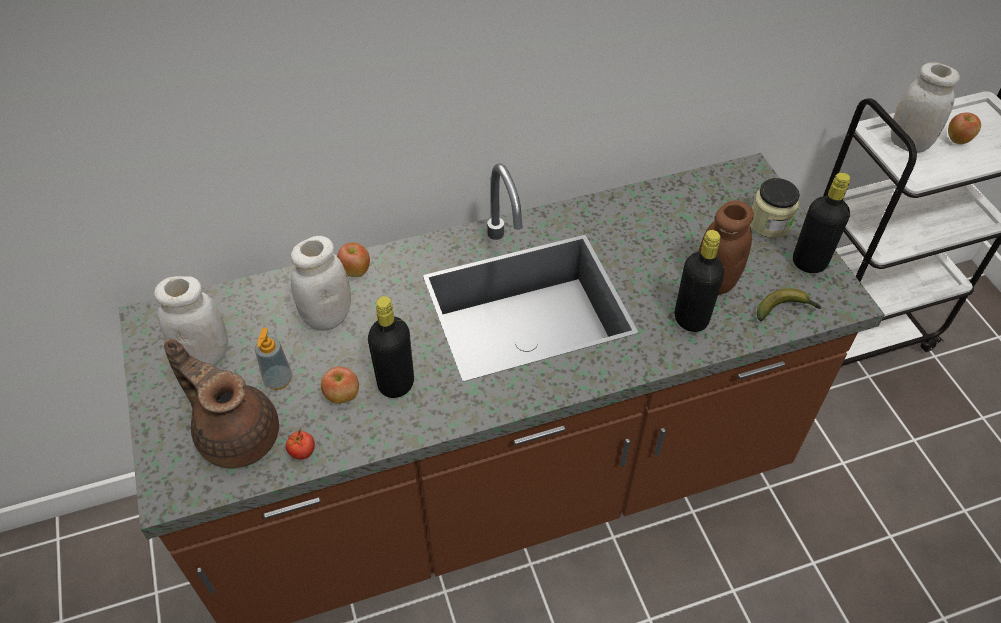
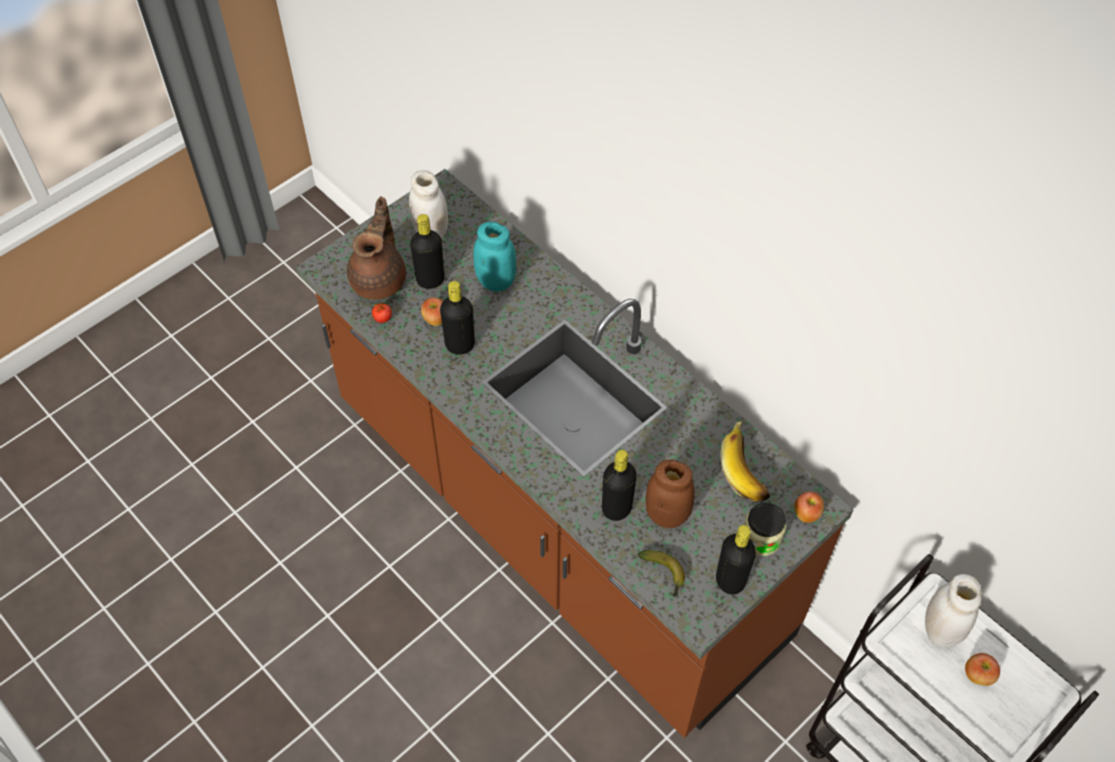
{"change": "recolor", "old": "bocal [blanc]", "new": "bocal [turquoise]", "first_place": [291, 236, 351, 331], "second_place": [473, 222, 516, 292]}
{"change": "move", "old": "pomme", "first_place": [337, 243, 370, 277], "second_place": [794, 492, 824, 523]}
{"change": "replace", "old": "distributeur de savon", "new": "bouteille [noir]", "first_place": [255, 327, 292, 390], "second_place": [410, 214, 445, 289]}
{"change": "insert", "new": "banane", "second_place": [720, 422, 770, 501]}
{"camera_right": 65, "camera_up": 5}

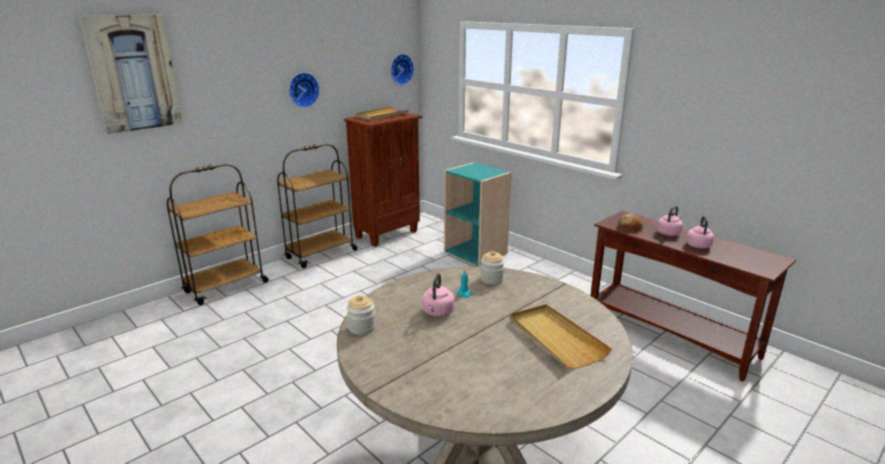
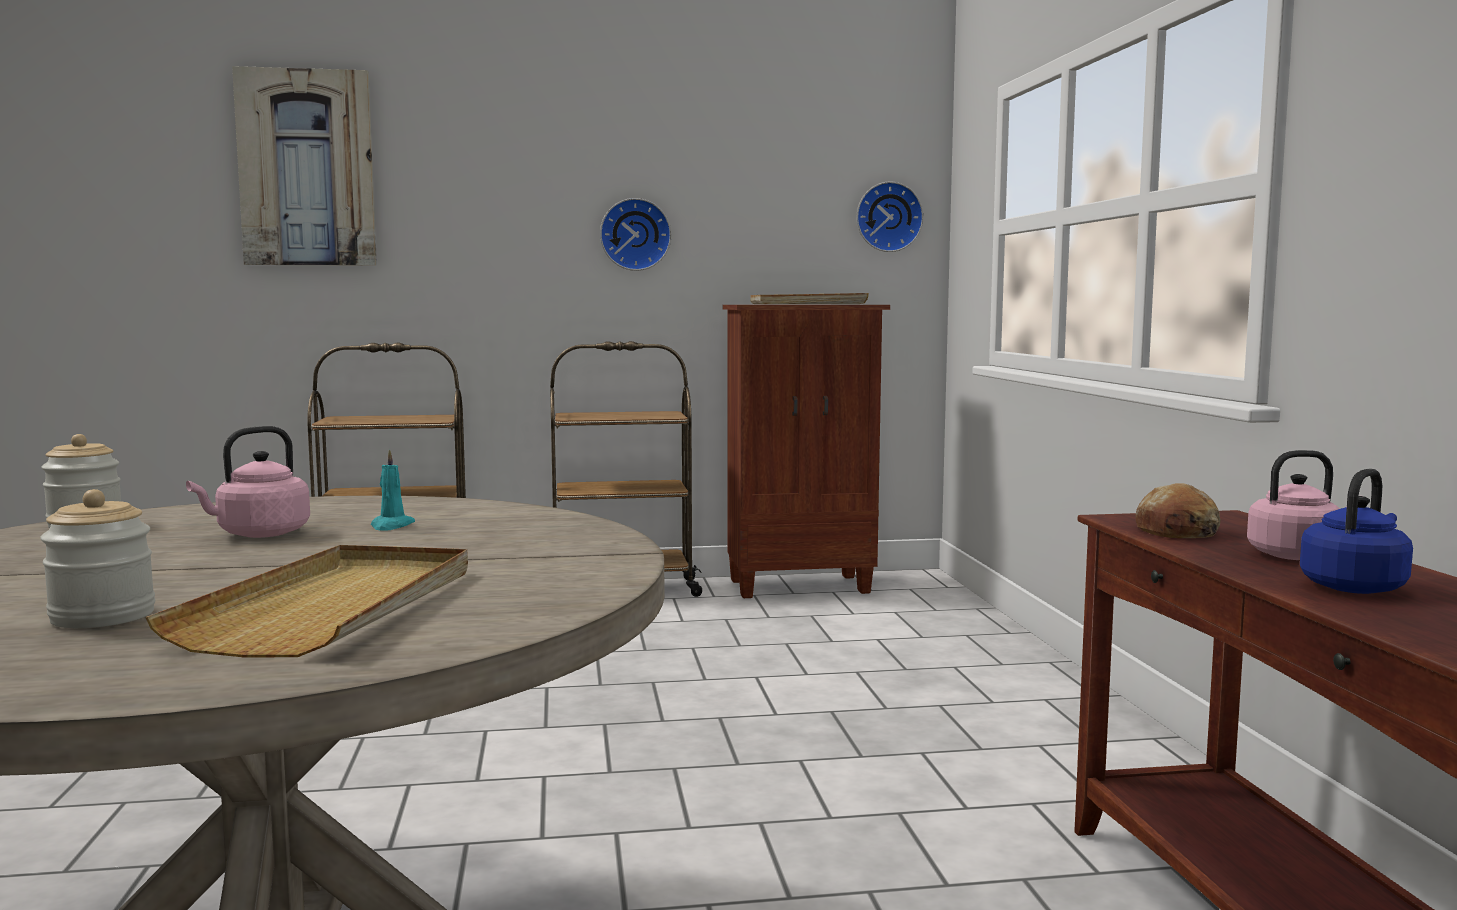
{"change": "delete", "old": "bibliothèque [turquoise]", "first_place": [444, 162, 512, 266]}
{"change": "recolor", "old": "bouilloire [rose]", "new": "bouilloire [bleu]", "first_place": [686, 216, 714, 249], "second_place": [1300, 469, 1413, 594]}
{"change": "move", "old": "bocal", "first_place": [480, 251, 505, 285], "second_place": [40, 489, 155, 628]}
{"camera_right": 35, "camera_up": -15}

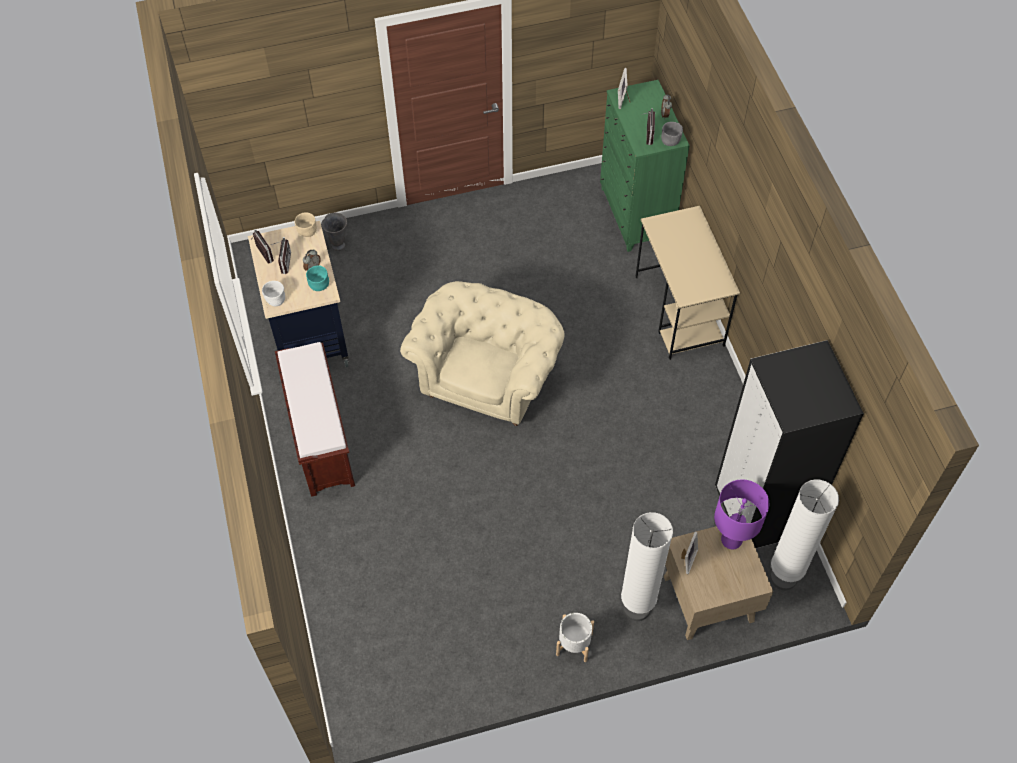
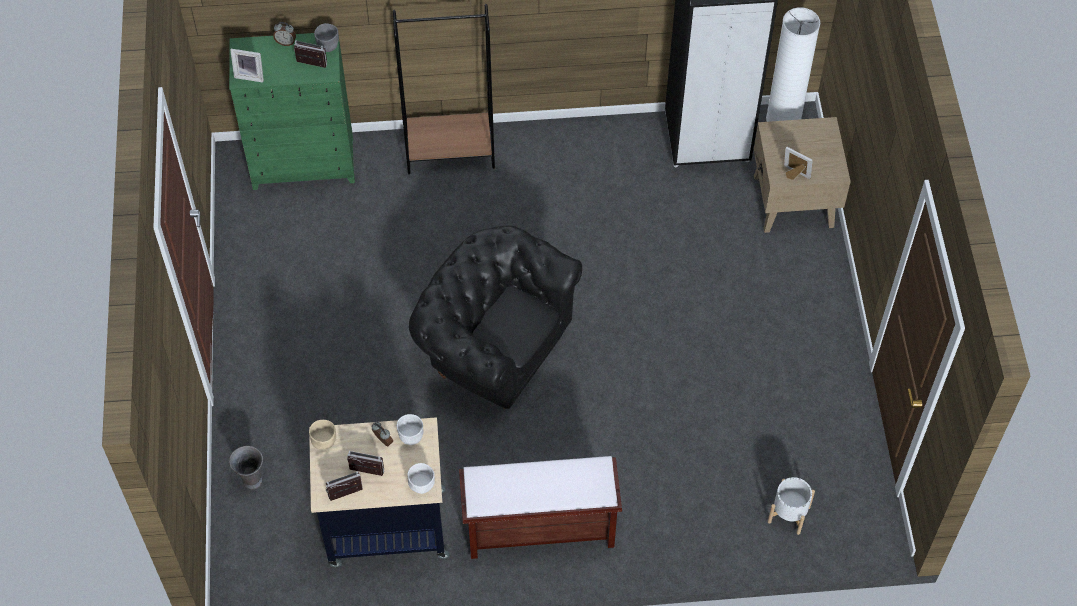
{"change": "replace", "old": "bureau [beige]", "new": "portant", "first_place": [636, 206, 740, 360], "second_place": [393, 4, 495, 175]}
{"change": "recolor", "old": "bol [turquoise]", "new": "bol [blanc]", "first_place": [306, 266, 329, 291], "second_place": [397, 414, 423, 445]}
{"change": "recolor", "old": "fauteuil [beige]", "new": "fauteuil [noir]", "first_place": [400, 281, 564, 426], "second_place": [409, 225, 582, 409]}
{"change": "delete", "old": "lampe de table [violet]", "first_place": [714, 480, 769, 549]}
{"change": "delete", "old": "lampadaire [blanc]", "first_place": [621, 512, 673, 621]}
{"change": "move", "old": "cache-pot [blanc]", "first_place": [556, 613, 594, 662], "second_place": [768, 477, 815, 535]}
{"camera_right": -80, "camera_up": 0}

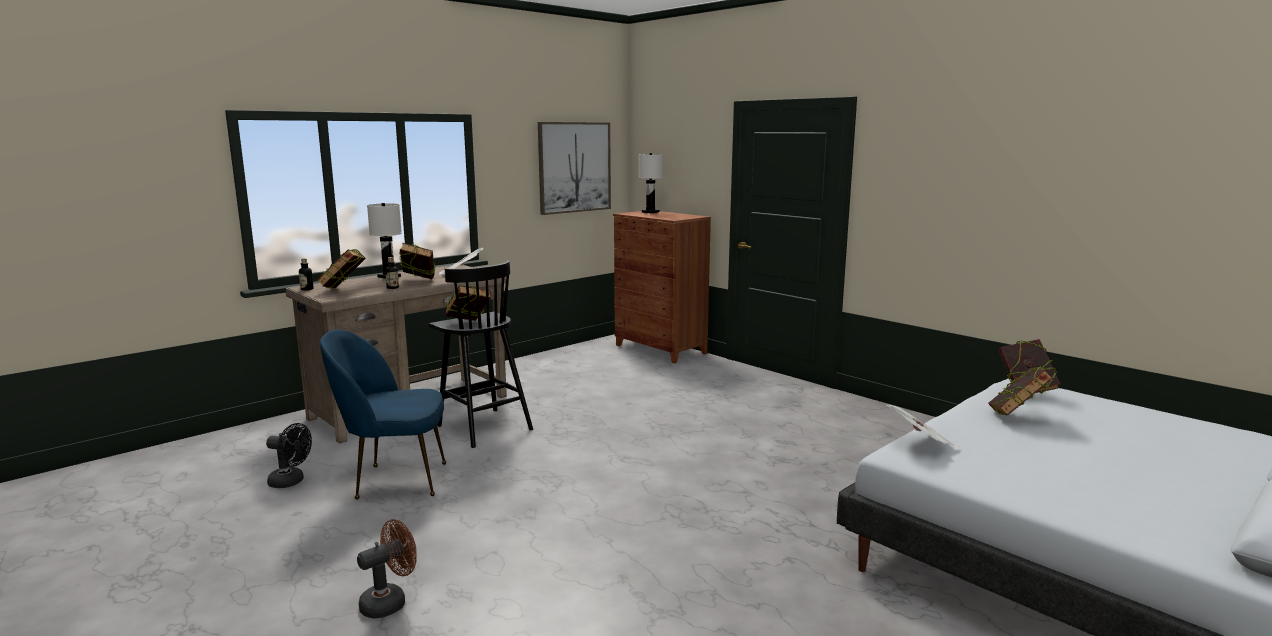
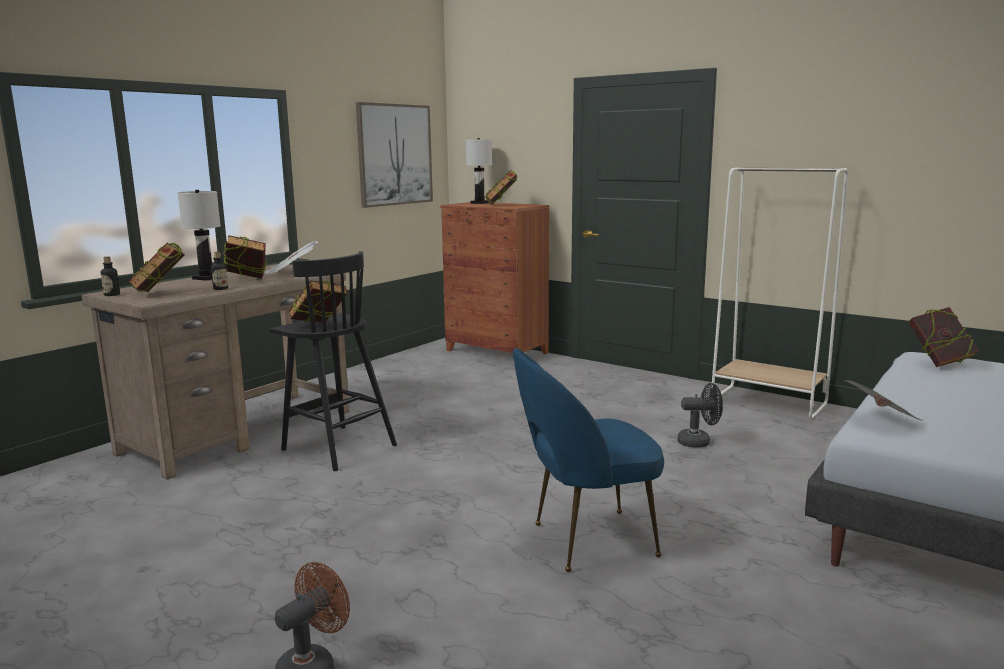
{"change": "move", "old": "chaise [bleu]", "first_place": [320, 330, 446, 499], "second_place": [513, 348, 664, 572]}
{"change": "move", "old": "livre", "first_place": [988, 366, 1053, 416], "second_place": [485, 170, 517, 205]}
{"change": "move", "old": "ventilateur [noir]", "first_place": [266, 423, 312, 488], "second_place": [677, 383, 723, 448]}
{"change": "insert", "new": "portant", "second_place": [711, 167, 848, 419]}
{"camera_right": -10, "camera_up": 0}

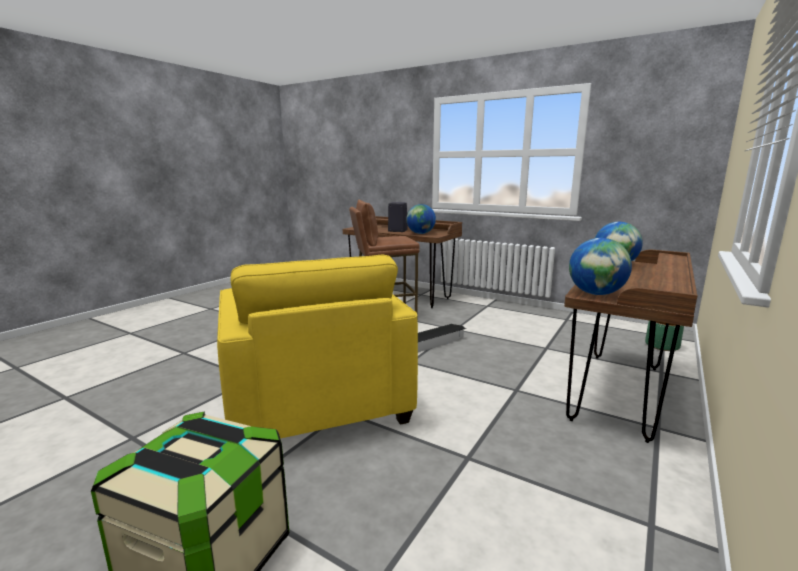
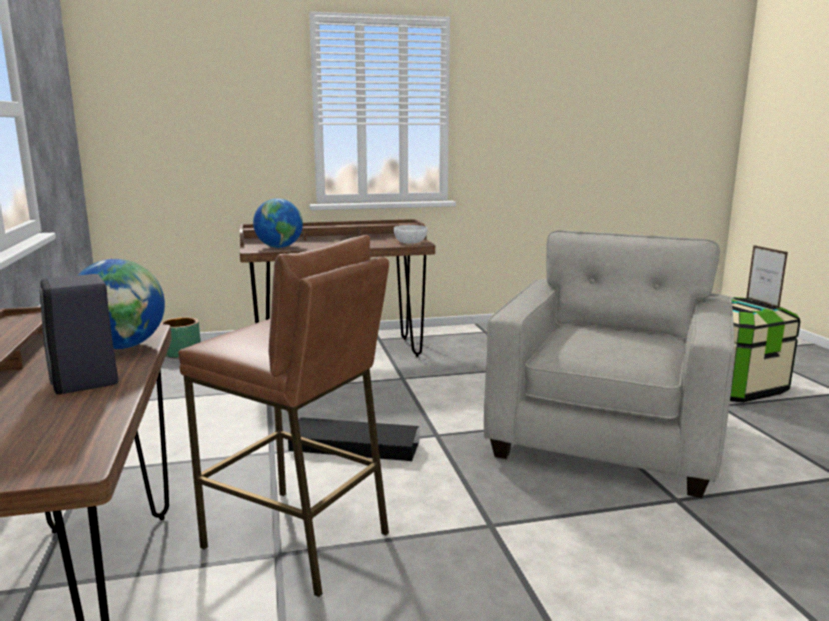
{"change": "replace", "old": "globe", "new": "bol [blanc]", "first_place": [569, 238, 632, 295], "second_place": [394, 225, 427, 244]}
{"change": "recolor", "old": "fauteuil [jaune]", "new": "fauteuil [gris]", "first_place": [217, 255, 418, 439], "second_place": [484, 230, 735, 498]}
{"change": "insert", "new": "cadre photo", "second_place": [746, 245, 788, 309]}
{"camera_right": -135, "camera_up": 0}

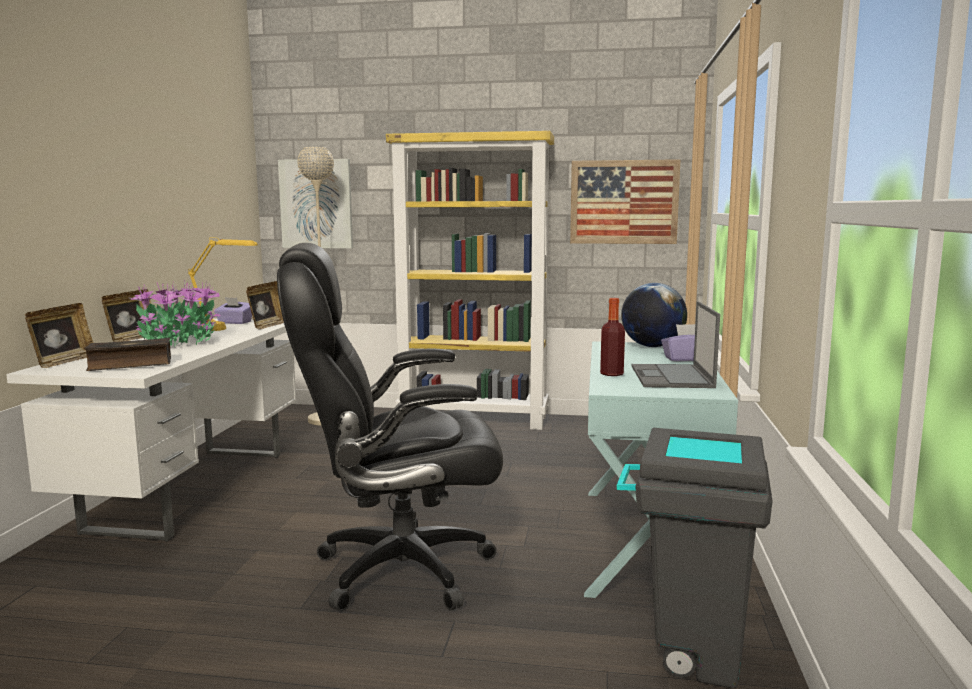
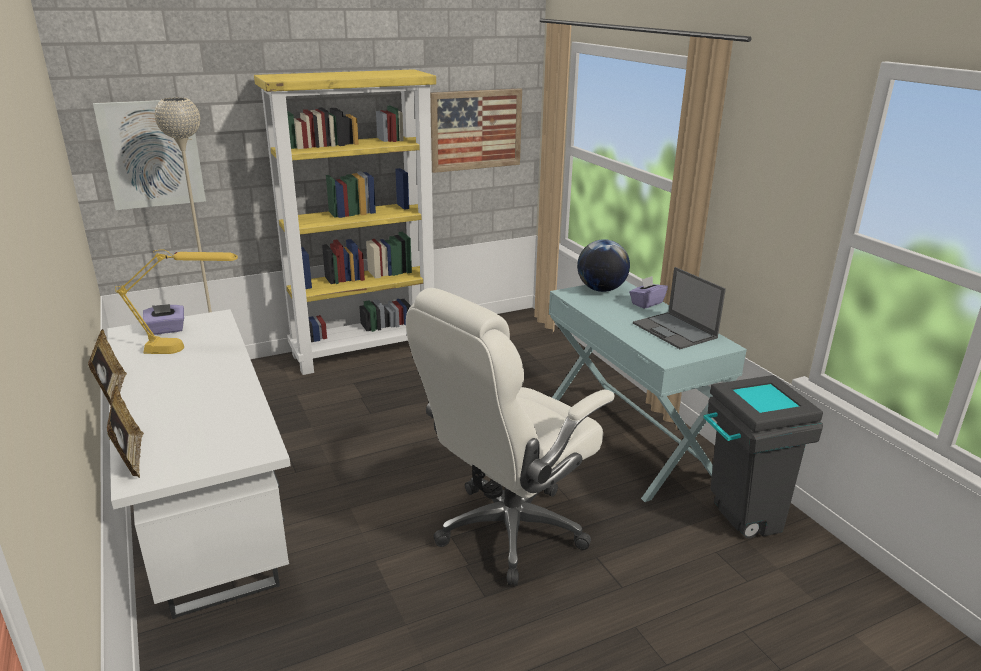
{"change": "recolor", "old": "chaise de bureau [noir]", "new": "chaise de bureau [blanc]", "first_place": [277, 243, 503, 611], "second_place": [406, 288, 614, 585]}
{"change": "delete", "old": "plante en pot", "first_place": [130, 280, 221, 347]}
{"change": "delete", "old": "cadre photo", "first_place": [246, 281, 284, 330]}
{"change": "delete", "old": "bouteille", "first_place": [600, 298, 625, 376]}
{"change": "delete", "old": "livre", "first_place": [84, 338, 171, 371]}
{"camera_right": -35, "camera_up": 15}

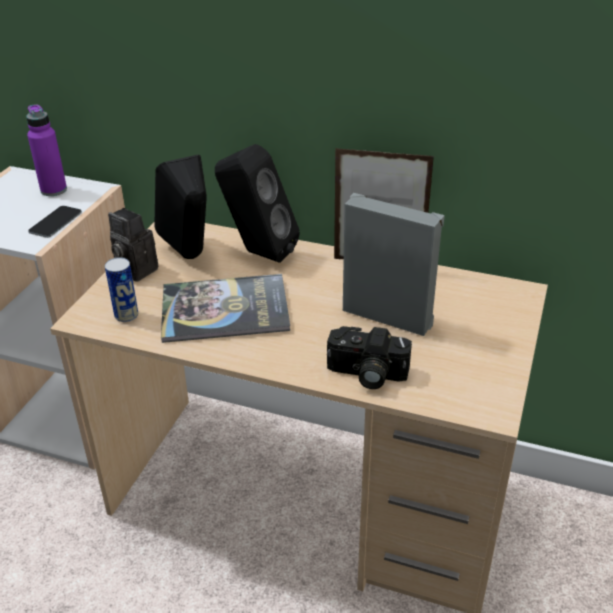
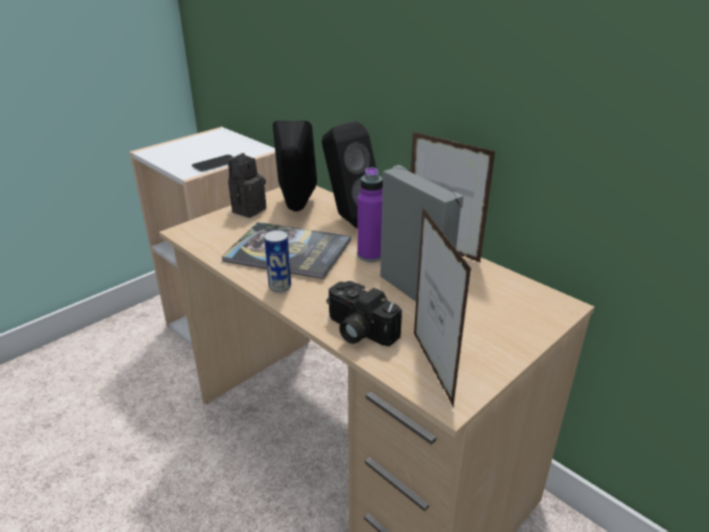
{"change": "move", "old": "bouteille [violet]", "first_place": [26, 104, 67, 196], "second_place": [357, 167, 383, 262]}
{"change": "rotate", "old": "appareil photo", "first_place": [108, 208, 158, 282], "second_place": [228, 153, 266, 218], "degrees": 60}
{"change": "move", "old": "boîte métallique", "first_place": [105, 257, 138, 322], "second_place": [264, 230, 291, 293]}
{"change": "insert", "new": "cadre photo", "second_place": [414, 208, 471, 408]}
{"camera_right": 25, "camera_up": -5}

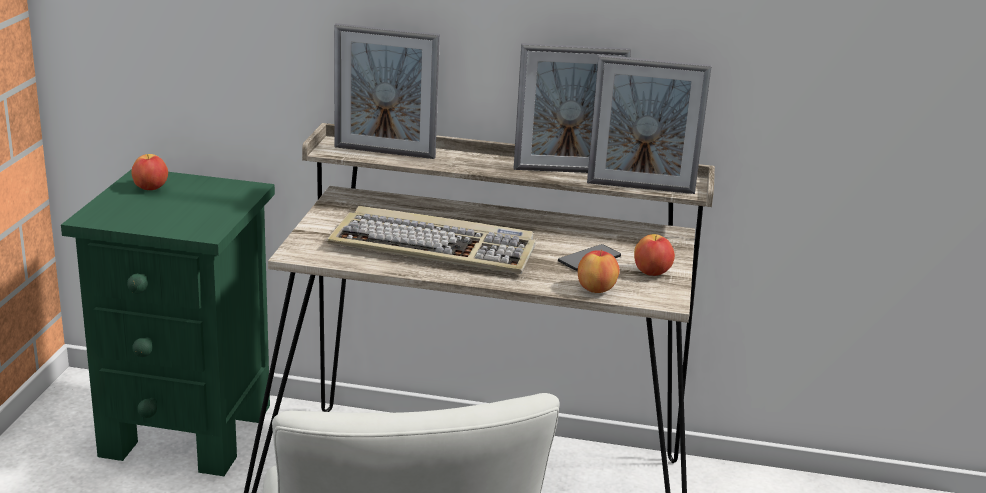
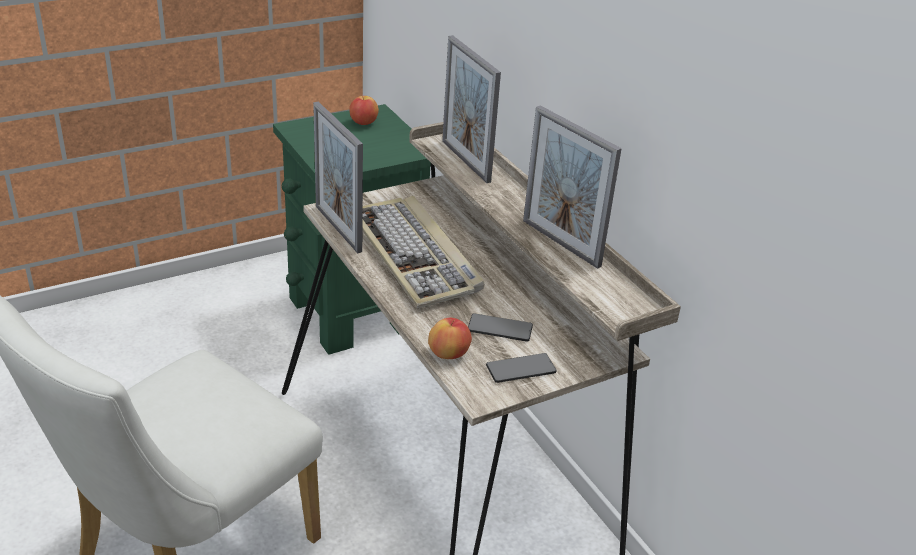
{"change": "move", "old": "cadre photo", "first_place": [587, 55, 712, 194], "second_place": [313, 102, 363, 253]}
{"change": "replace", "old": "pomme", "new": "téléphone", "first_place": [634, 234, 675, 276], "second_place": [486, 353, 557, 383]}
{"camera_right": 50, "camera_up": 10}

